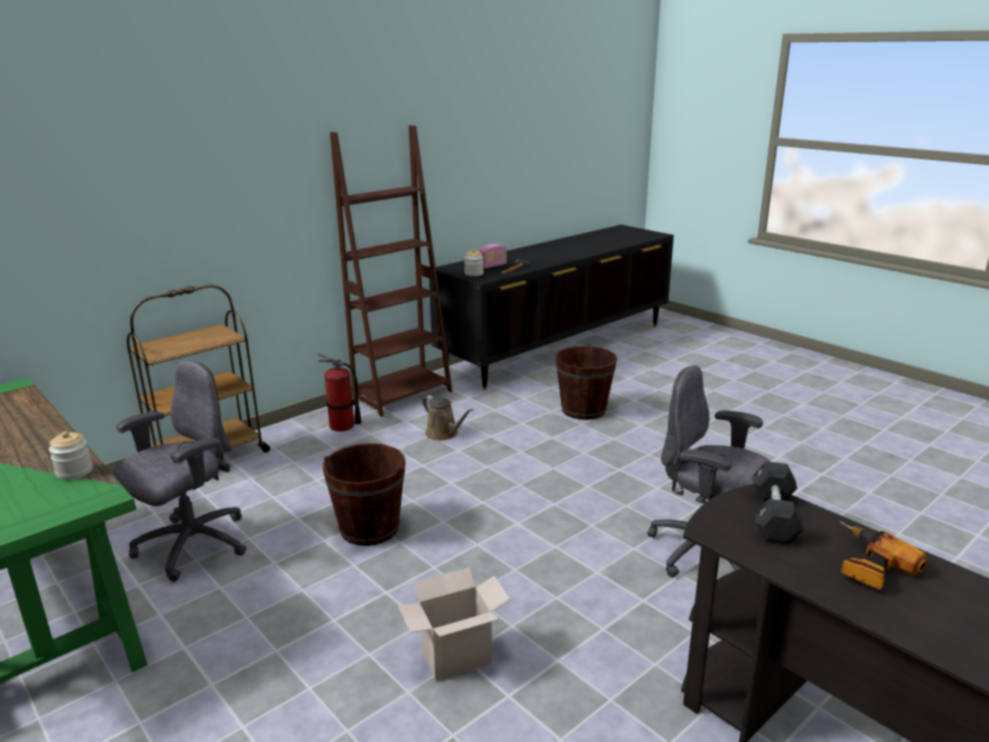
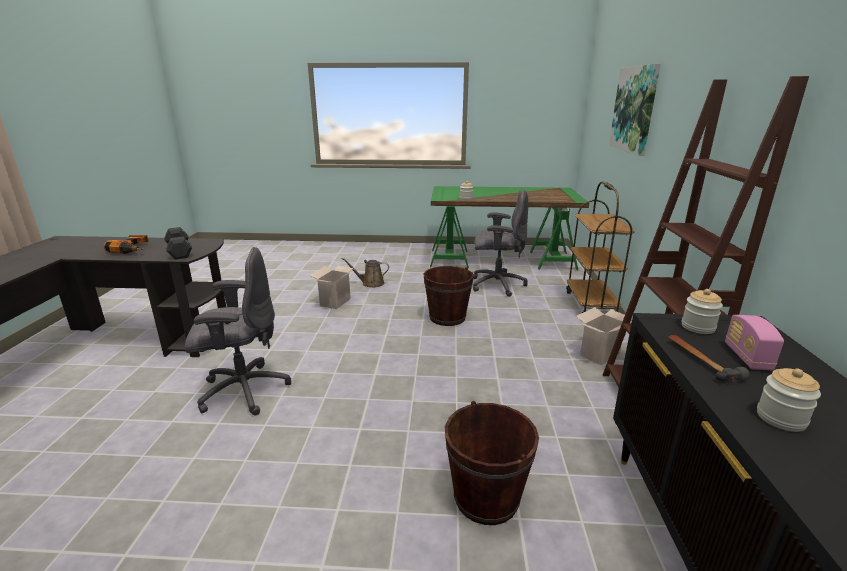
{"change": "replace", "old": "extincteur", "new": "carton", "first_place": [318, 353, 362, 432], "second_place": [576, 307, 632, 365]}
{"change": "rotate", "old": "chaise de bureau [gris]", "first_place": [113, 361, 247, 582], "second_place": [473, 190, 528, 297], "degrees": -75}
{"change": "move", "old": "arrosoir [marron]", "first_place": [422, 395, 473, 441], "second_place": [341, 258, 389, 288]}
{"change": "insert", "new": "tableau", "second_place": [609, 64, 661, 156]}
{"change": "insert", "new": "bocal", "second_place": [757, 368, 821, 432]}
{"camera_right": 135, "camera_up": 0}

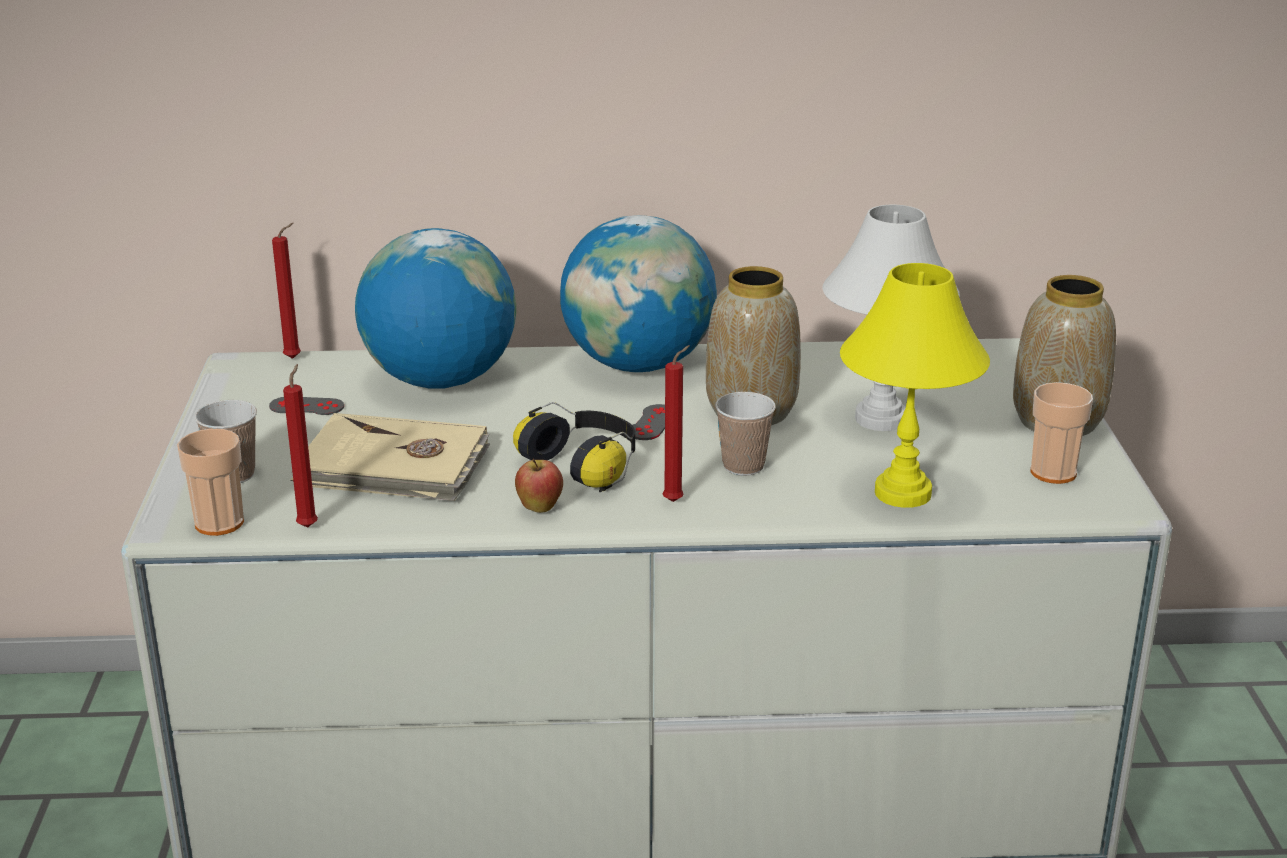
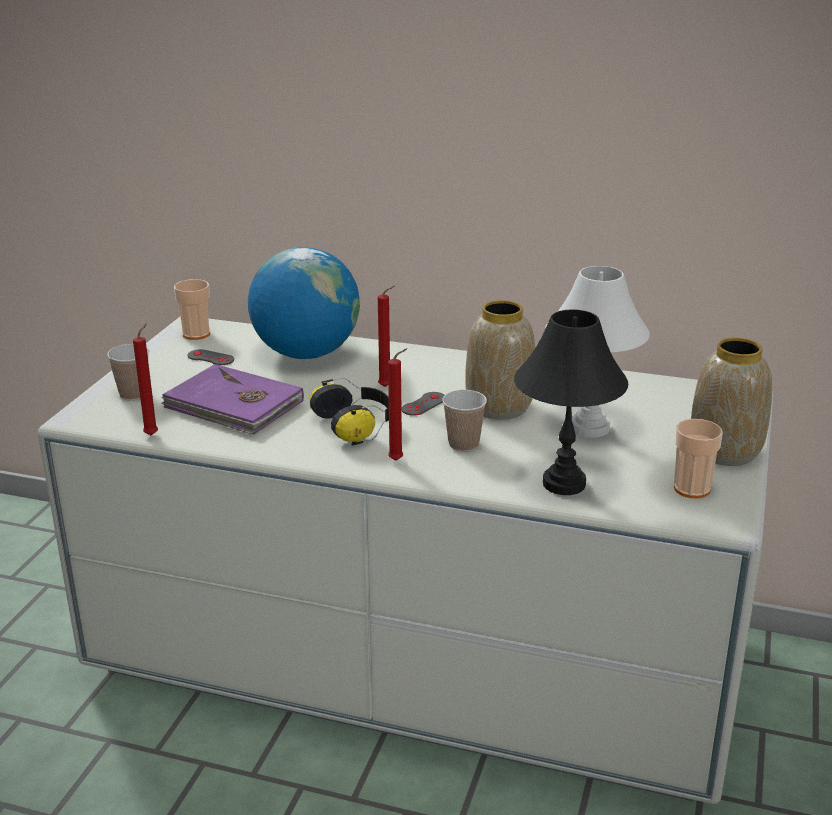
{"change": "delete", "old": "globe", "first_place": [560, 215, 717, 372]}
{"change": "move", "old": "bougie [rouge]", "first_place": [272, 223, 301, 359], "second_place": [378, 286, 395, 387]}
{"change": "recolor", "old": "lampe de table [jaune]", "new": "lampe de table [noir]", "first_place": [840, 263, 990, 508], "second_place": [514, 309, 628, 495]}
{"change": "recolor", "old": "livre [beige]", "new": "livre [violet]", "first_place": [290, 413, 490, 501], "second_place": [161, 364, 304, 434]}
{"change": "move", "old": "tasse", "first_place": [177, 428, 244, 536], "second_place": [174, 279, 210, 340]}
{"change": "delete", "old": "pomme", "first_place": [515, 459, 563, 513]}
{"camera_right": 20, "camera_up": 0}

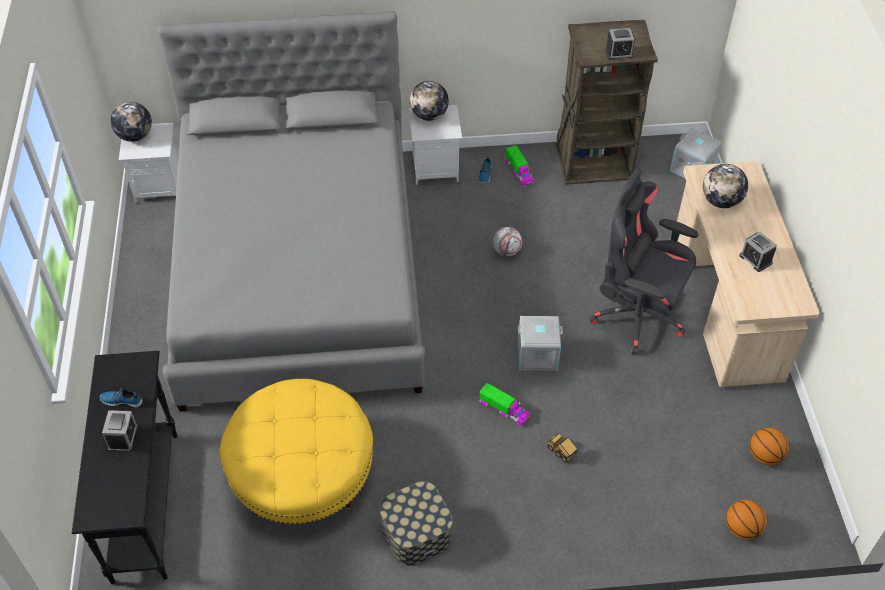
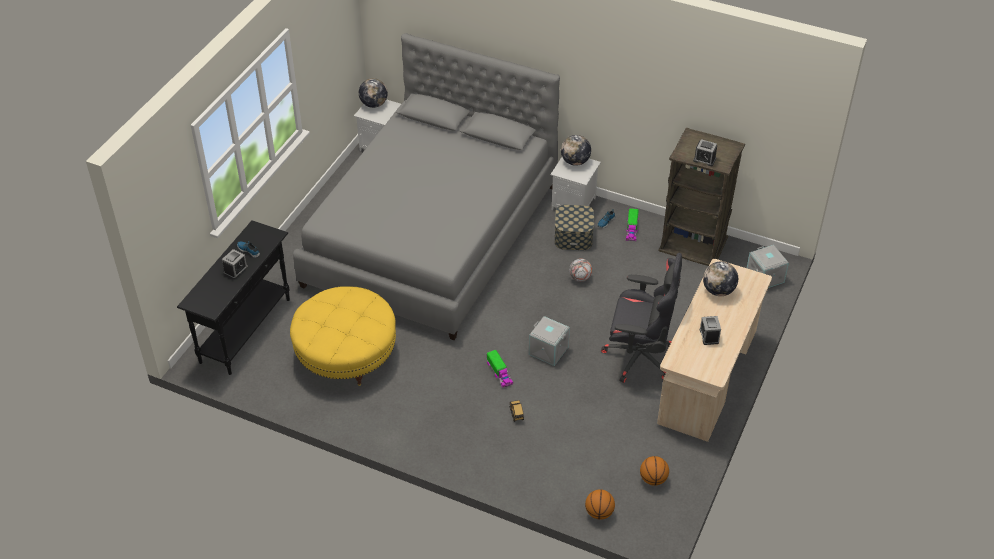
{"change": "rotate", "old": "chaise de bureau [noir]", "first_place": [590, 168, 699, 355], "second_place": [601, 252, 682, 383], "degrees": 135}
{"change": "move", "old": "boîte de rangement", "first_place": [379, 481, 453, 566], "second_place": [554, 205, 594, 250]}
{"camera_right": 30, "camera_up": -5}

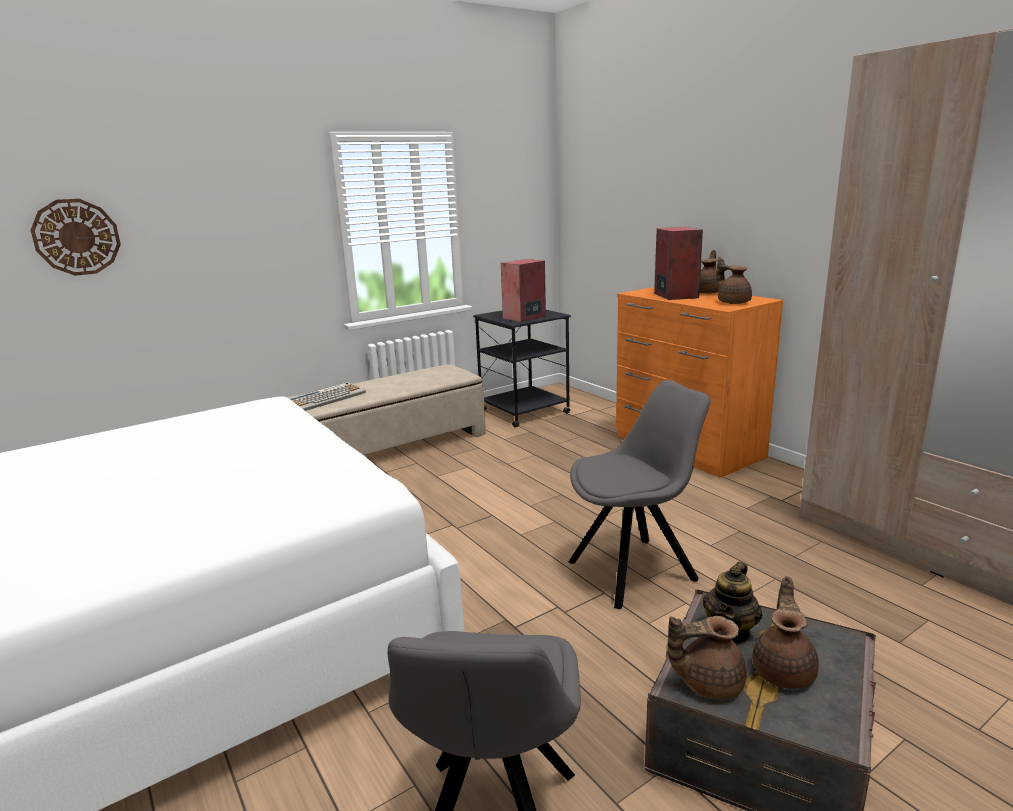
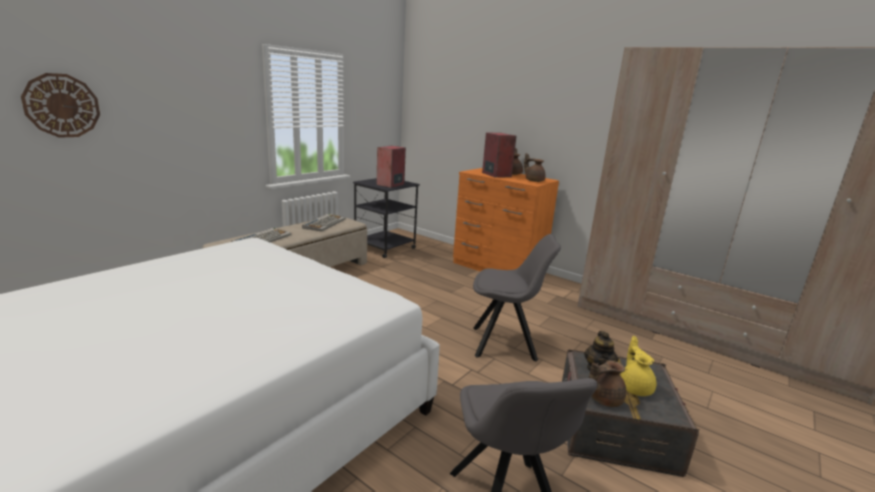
{"change": "rotate", "old": "chaise [gris]", "first_place": [568, 380, 710, 609], "second_place": [473, 234, 561, 361], "degrees": 45}
{"change": "recolor", "old": "théière [marron]", "new": "théière [jaune]", "first_place": [752, 576, 819, 689], "second_place": [620, 336, 656, 396]}
{"change": "insert", "new": "clavier", "second_place": [302, 213, 345, 232]}
{"camera_right": -20, "camera_up": 0}

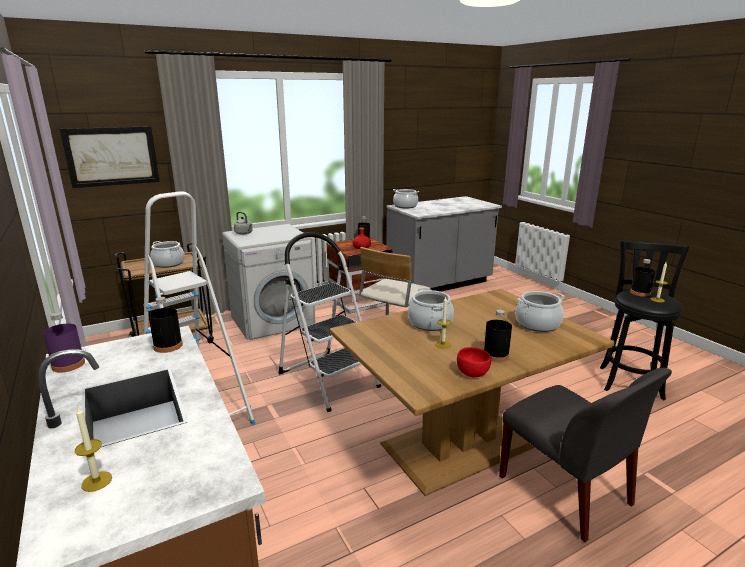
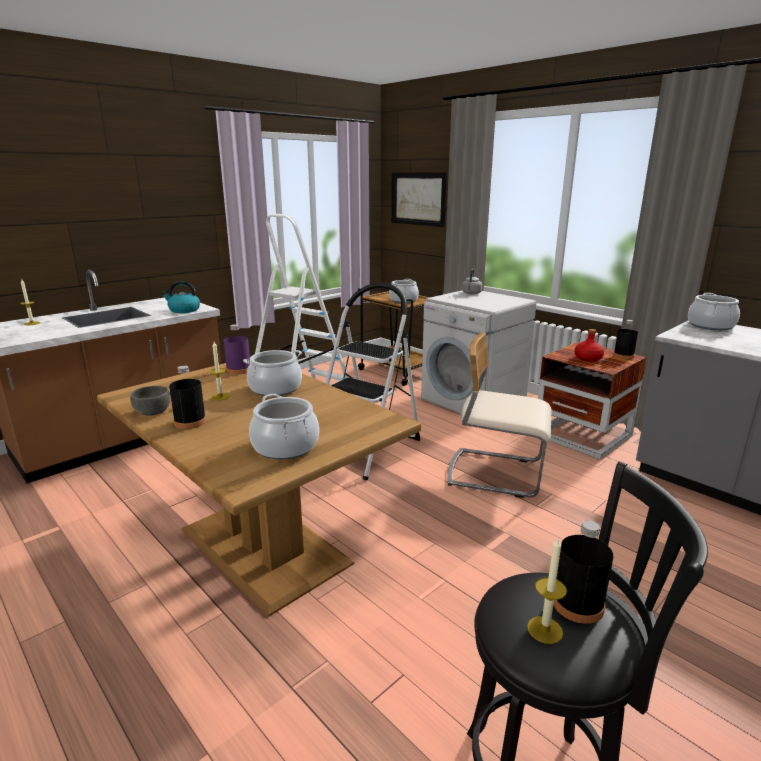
{"change": "replace", "old": "bouteille [noir]", "new": "bouilloire", "first_place": [148, 297, 183, 353], "second_place": [162, 281, 200, 313]}
{"change": "move", "old": "bouteille [violet]", "first_place": [43, 312, 85, 373], "second_place": [224, 324, 250, 375]}
{"change": "recolor", "old": "bol [rouge]", "new": "bol [gris]", "first_place": [457, 347, 491, 377], "second_place": [130, 386, 171, 416]}
{"change": "delete", "old": "chaise [gris]", "first_place": [499, 368, 672, 542]}
{"camera_right": 75, "camera_up": 0}

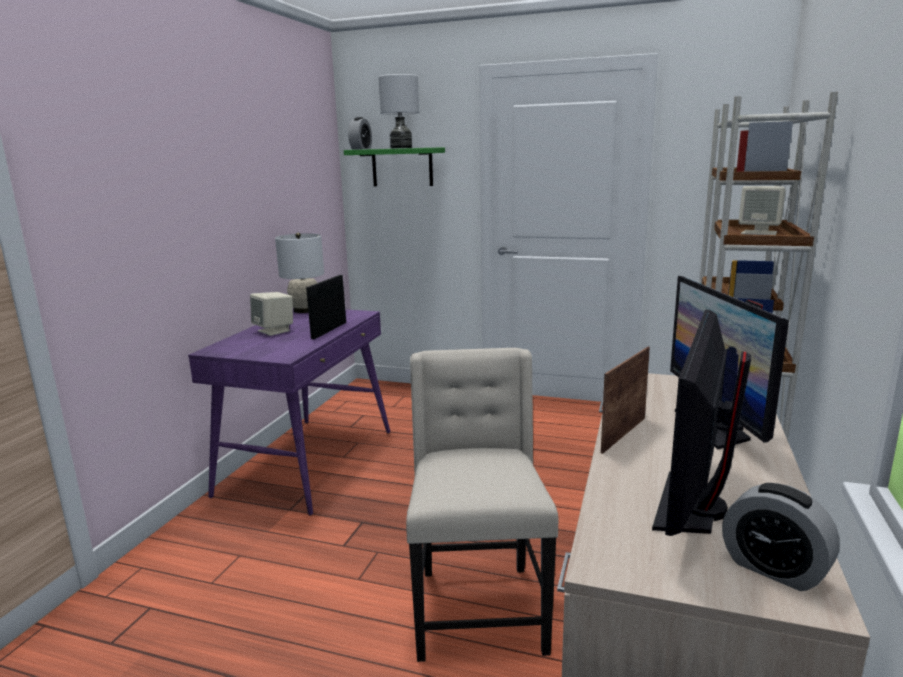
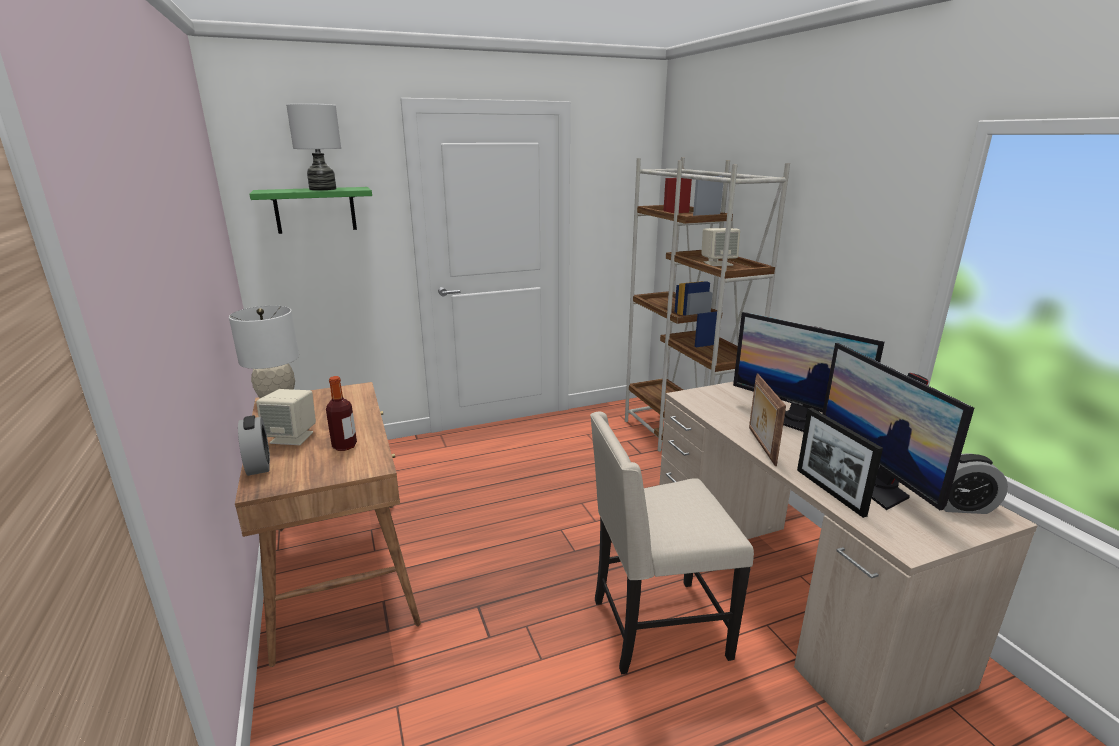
{"change": "move", "old": "réveil", "first_place": [348, 117, 372, 150], "second_place": [238, 415, 270, 476]}
{"change": "move", "old": "cadre photo", "first_place": [306, 275, 346, 339], "second_place": [797, 408, 883, 518]}
{"change": "recolor", "old": "bureau [violet]", "new": "bureau [marron]", "first_place": [188, 308, 390, 515], "second_place": [235, 382, 421, 667]}
{"change": "rotate", "old": "chaise [beige]", "first_place": [406, 348, 558, 662], "second_place": [590, 412, 754, 675], "degrees": -60}
{"change": "insert", "new": "bouteille", "second_place": [326, 376, 357, 451]}
{"camera_right": -40, "camera_up": 5}

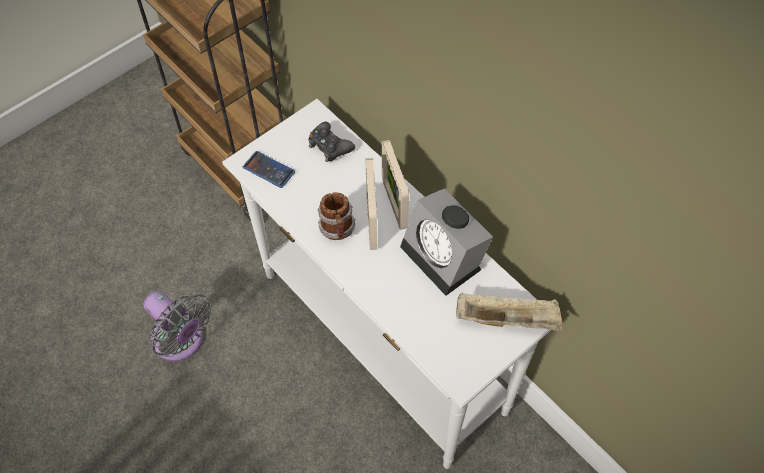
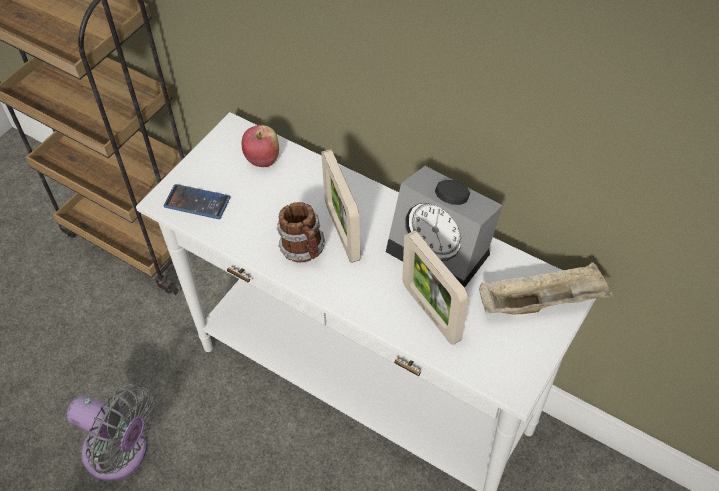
{"change": "replace", "old": "manette [noir]", "new": "pomme", "first_place": [308, 121, 355, 162], "second_place": [242, 125, 279, 167]}
{"change": "move", "old": "cadre photo", "first_place": [381, 140, 409, 230], "second_place": [402, 231, 468, 345]}
{"camera_right": -15, "camera_up": -5}

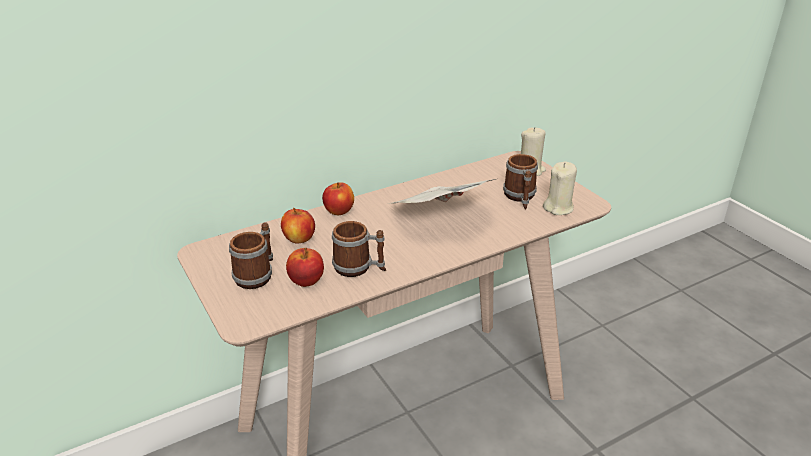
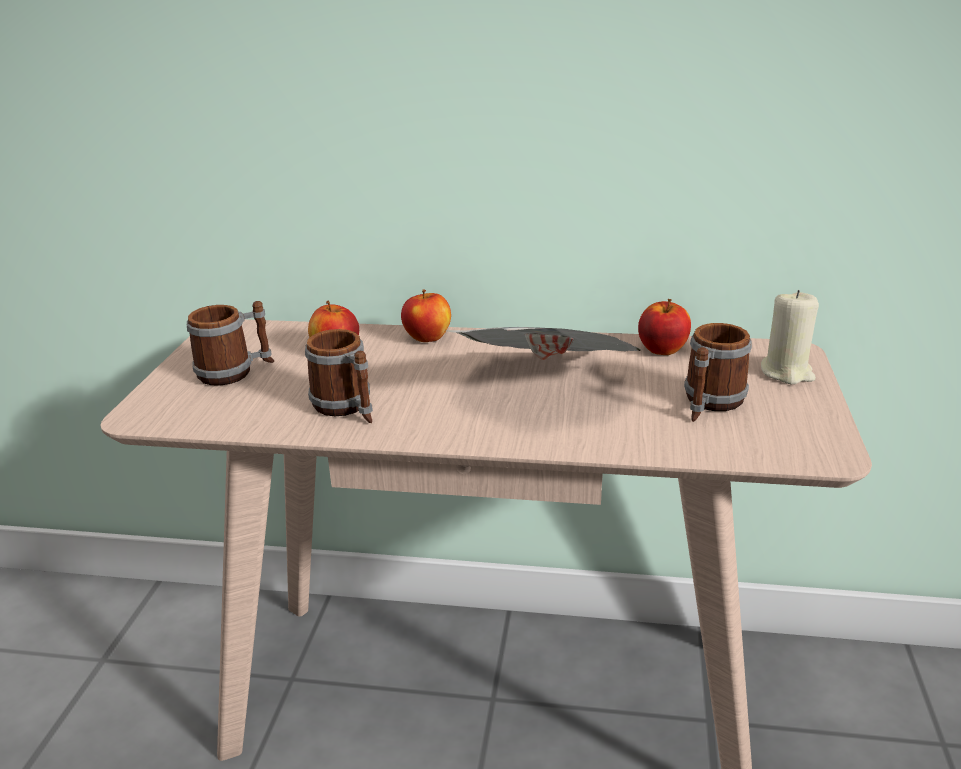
{"change": "delete", "old": "bougie [beige]", "first_place": [543, 162, 577, 215]}
{"change": "move", "old": "pomme", "first_place": [286, 248, 324, 287], "second_place": [638, 299, 691, 355]}
{"camera_right": 40, "camera_up": -5}

